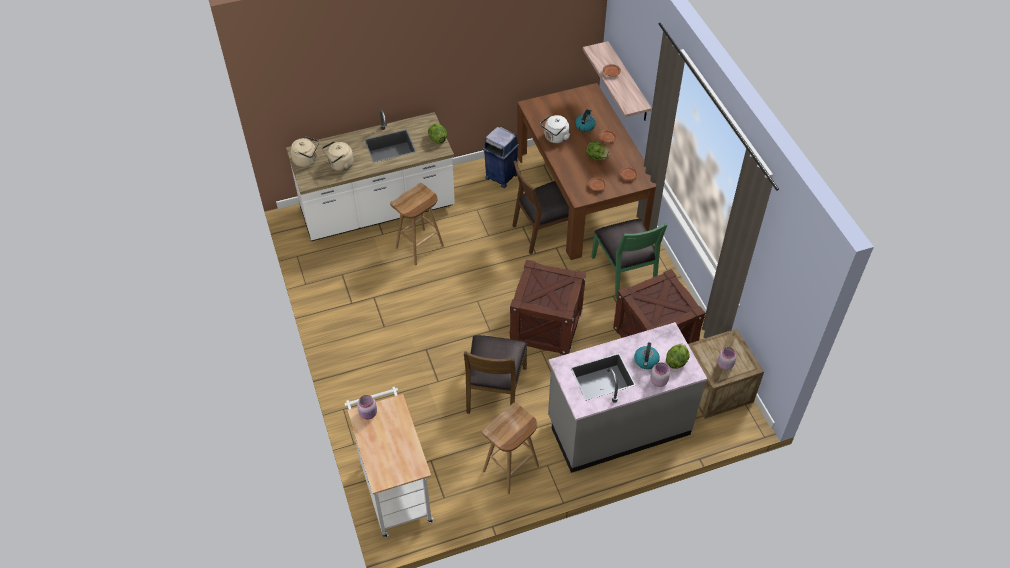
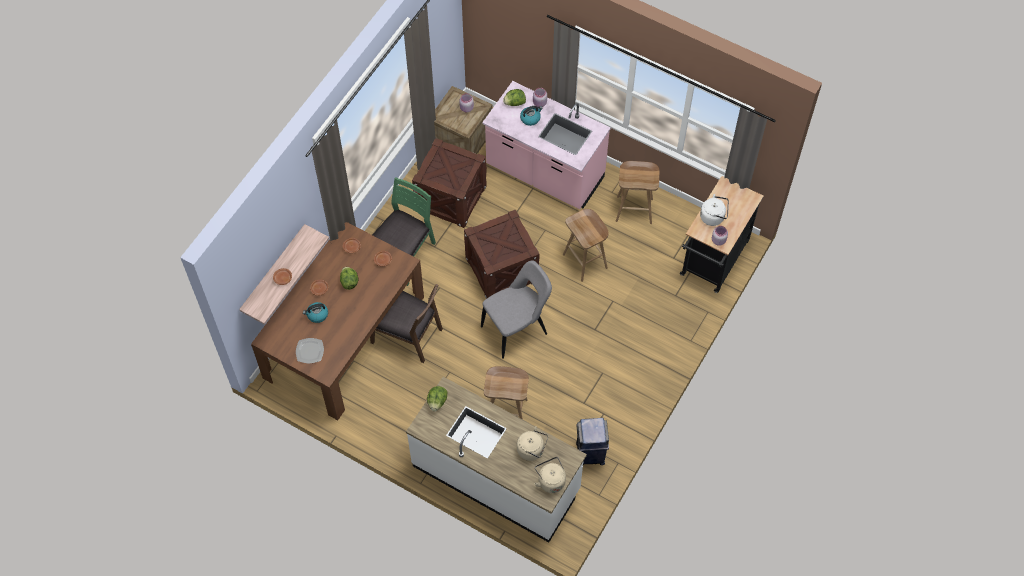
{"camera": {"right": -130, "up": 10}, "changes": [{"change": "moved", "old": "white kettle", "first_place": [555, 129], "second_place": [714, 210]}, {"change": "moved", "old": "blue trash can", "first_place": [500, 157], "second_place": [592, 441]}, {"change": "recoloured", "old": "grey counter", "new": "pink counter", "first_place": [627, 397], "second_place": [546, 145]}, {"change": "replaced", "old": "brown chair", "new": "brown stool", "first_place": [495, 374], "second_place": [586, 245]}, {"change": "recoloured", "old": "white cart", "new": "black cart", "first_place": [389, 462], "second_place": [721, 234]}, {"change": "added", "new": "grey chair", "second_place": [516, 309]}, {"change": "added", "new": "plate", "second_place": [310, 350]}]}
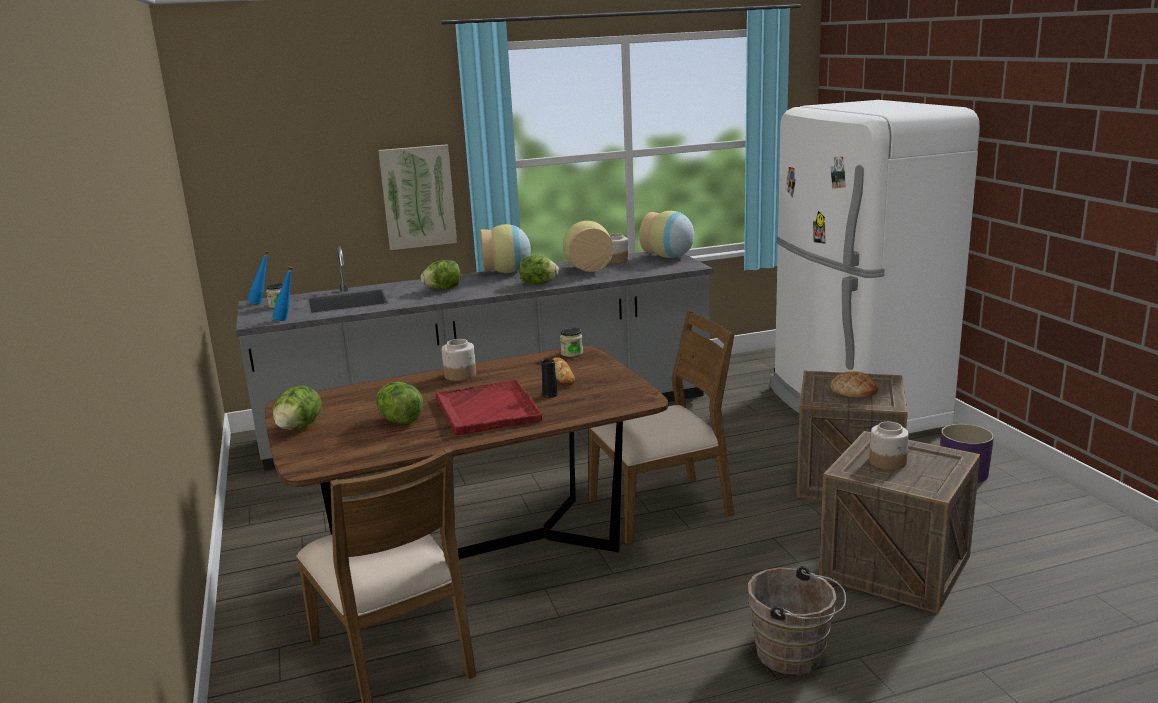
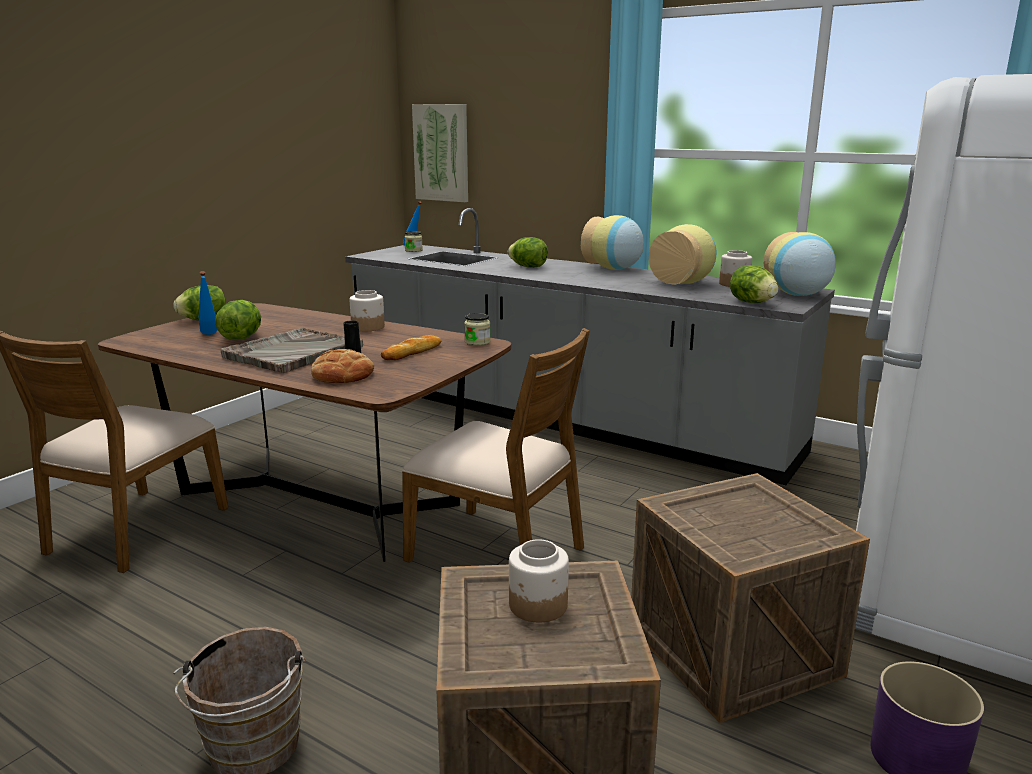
{"camera": {"right": 50, "up": 0}, "changes": [{"change": "moved", "old": "picture", "first_place": [417, 197], "second_place": [440, 153]}, {"change": "moved", "old": "lettuce", "first_place": [539, 269], "second_place": [754, 284]}, {"change": "moved", "old": "blue bottle", "first_place": [283, 293], "second_place": [208, 303]}, {"change": "moved", "old": "bread", "first_place": [854, 384], "second_place": [342, 366]}, {"change": "recoloured", "old": "red tray", "new": "grey tray", "first_place": [489, 407], "second_place": [292, 350]}]}
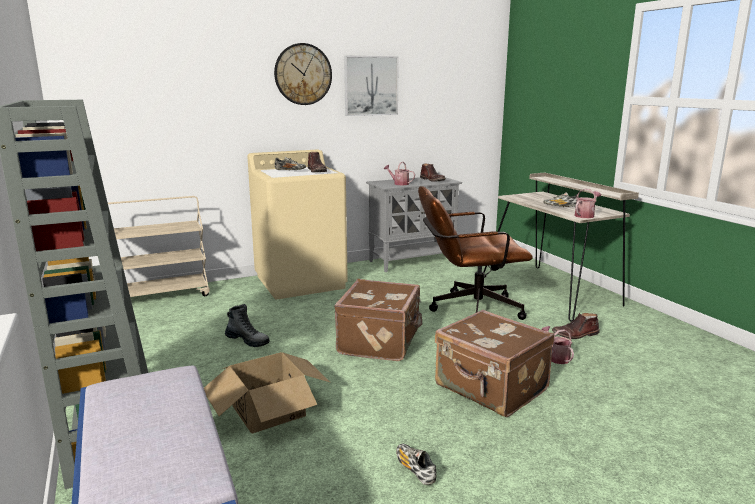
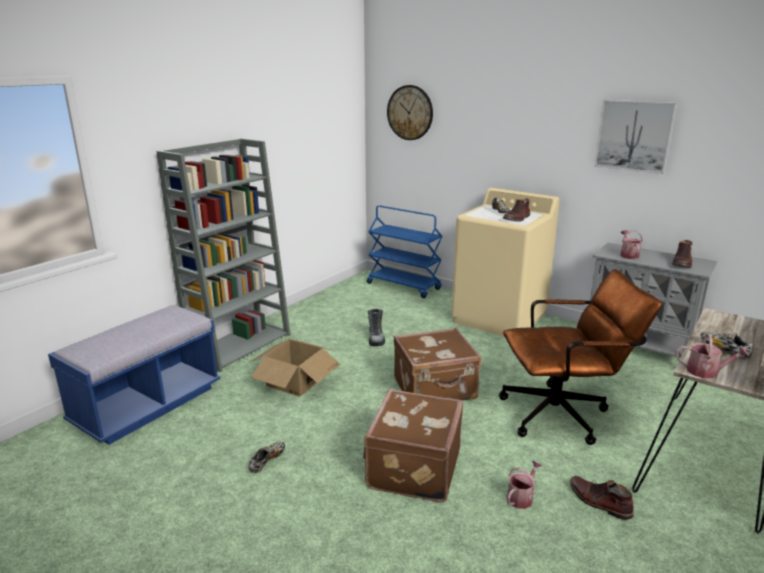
{"camera": {"right": 60, "up": 5}, "changes": [{"change": "moved", "old": "wall clock", "first_place": [303, 74], "second_place": [410, 112]}, {"change": "turned", "old": "brown office chair", "first_place": [475, 253], "second_place": [580, 357], "degrees": 120}, {"change": "recoloured", "old": "beige cart", "new": "blue cart", "first_place": [159, 246], "second_place": [405, 251]}]}
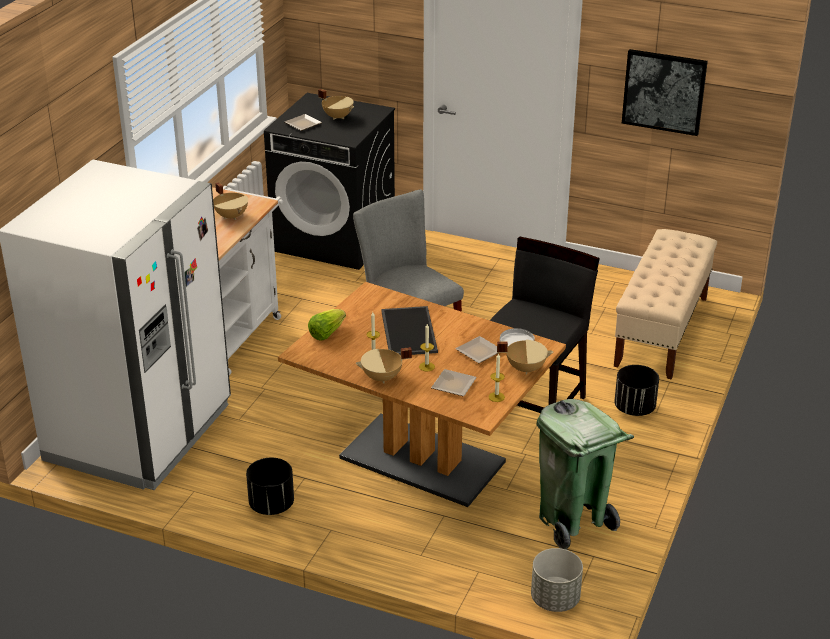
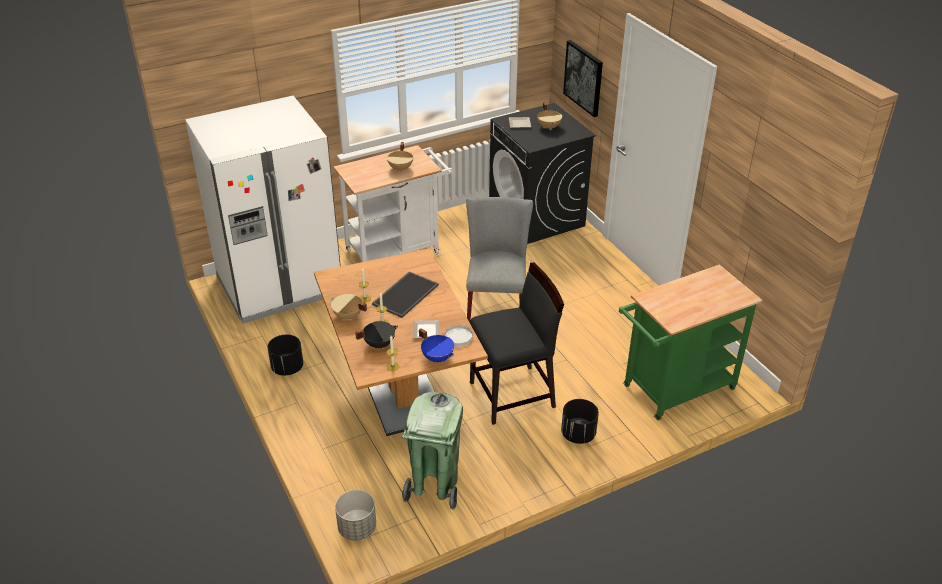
{"camera": {"right": 40, "up": 5}, "changes": [{"change": "moved", "old": "picture", "first_place": [665, 92], "second_place": [583, 78]}, {"change": "replaced", "old": "beige bench", "new": "green cart", "first_place": [665, 304], "second_place": [690, 342]}, {"change": "removed", "old": "lettuce", "first_place": [327, 324]}, {"change": "recoloured", "old": "beige cooking pot", "new": "blue cooking pot", "first_place": [525, 357], "second_place": [436, 345]}, {"change": "replaced", "old": "plate", "new": "black cooking pot", "first_place": [454, 382], "second_place": [376, 335]}]}
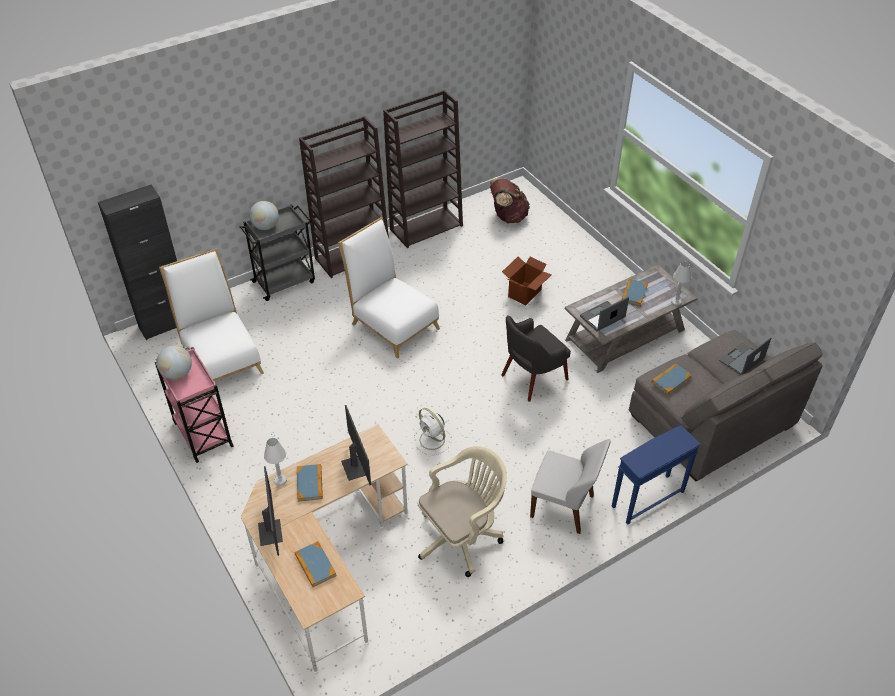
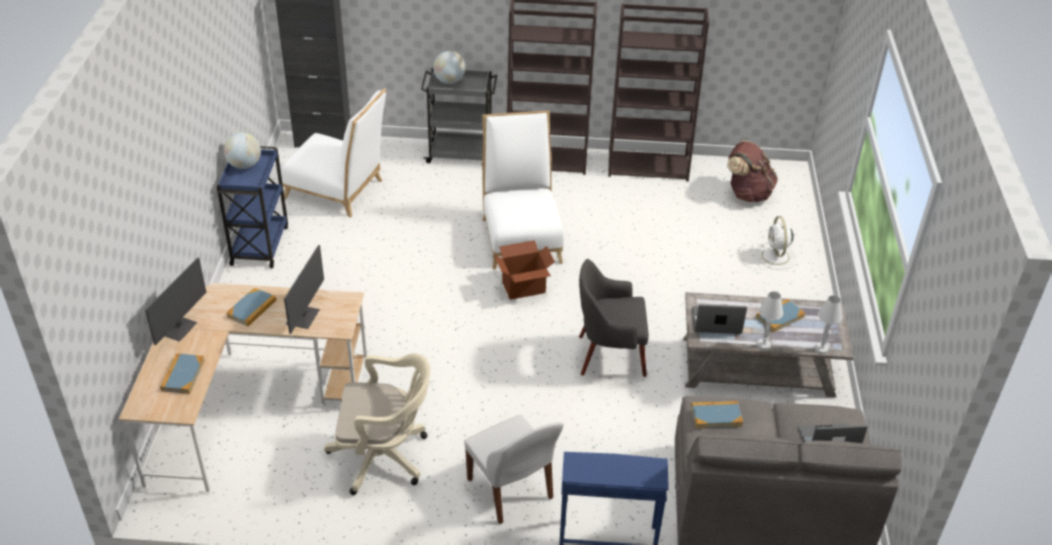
{"camera": {"right": 35, "up": -5}, "changes": [{"change": "turned", "old": "white chair", "first_place": [211, 314], "second_place": [333, 153], "degrees": 105}, {"change": "moved", "old": "cardboard box", "first_place": [527, 281], "second_place": [524, 270]}, {"change": "recoloured", "old": "pink cart", "new": "blue cart", "first_place": [194, 404], "second_place": [252, 207]}, {"change": "moved", "old": "white fan", "first_place": [433, 431], "second_place": [776, 242]}, {"change": "moved", "old": "white table lamp", "first_place": [275, 462], "second_place": [770, 320]}]}
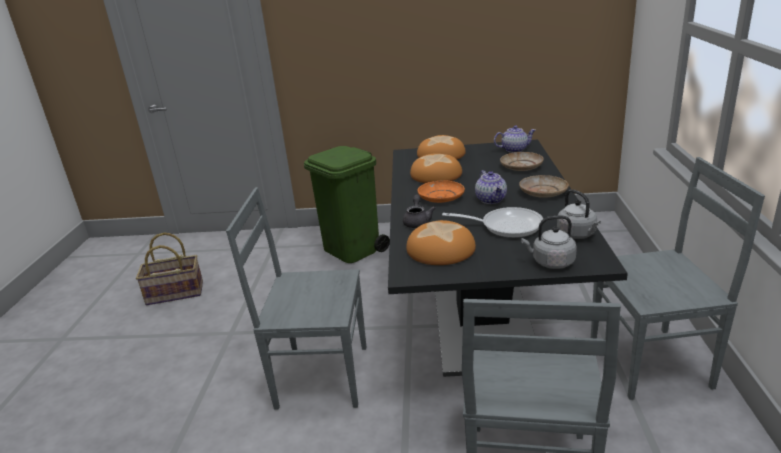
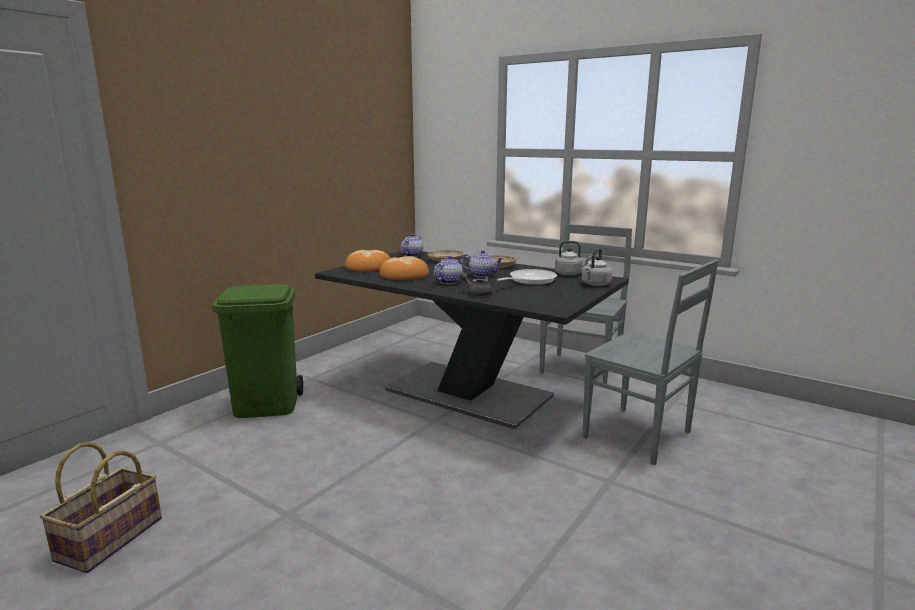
{"camera": {"right": -60, "up": -10}, "changes": [{"change": "replaced", "old": "orange plate", "new": "teapot", "first_place": [441, 191], "second_place": [449, 270]}, {"change": "removed", "old": "grey chair", "first_place": [296, 298]}, {"change": "removed", "old": "bread", "first_place": [441, 242]}]}
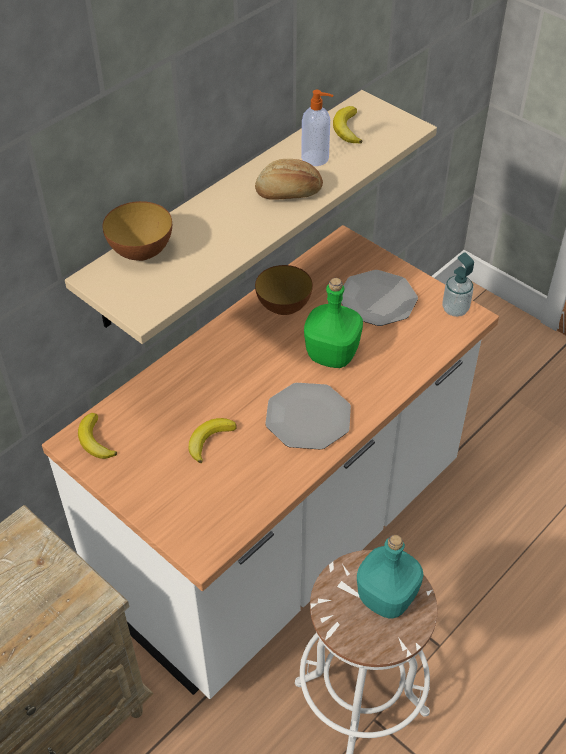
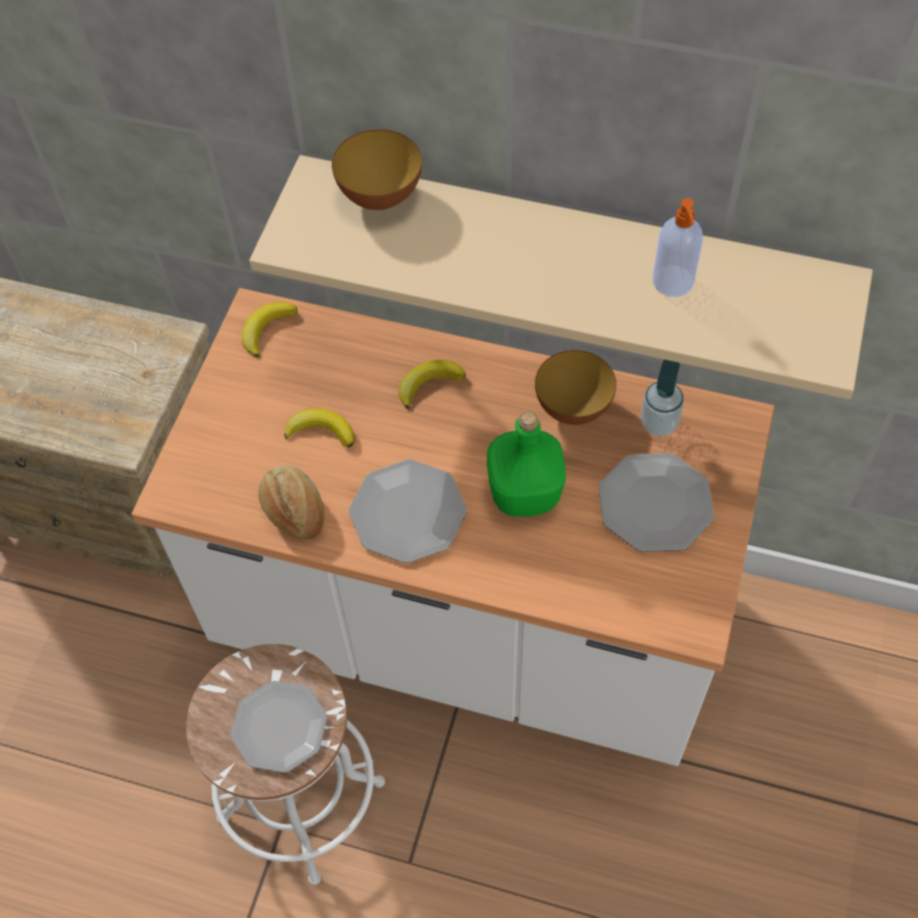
{"camera": {"right": 65, "up": 10}, "changes": [{"change": "moved", "old": "banana", "first_place": [347, 125], "second_place": [432, 384]}, {"change": "moved", "old": "bread", "first_place": [289, 179], "second_place": [291, 502]}, {"change": "moved", "old": "soap dispenser", "first_place": [458, 284], "second_place": [662, 398]}, {"change": "replaced", "old": "turquoise bottle", "new": "plate", "first_place": [390, 577], "second_place": [279, 727]}]}
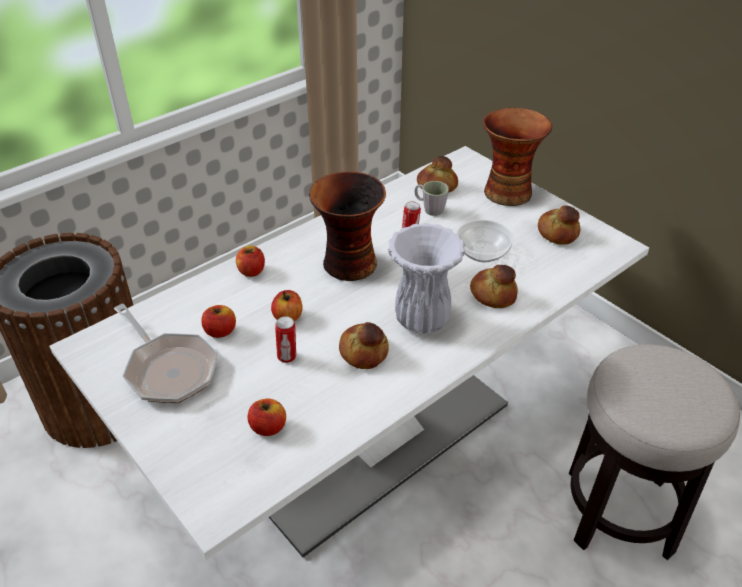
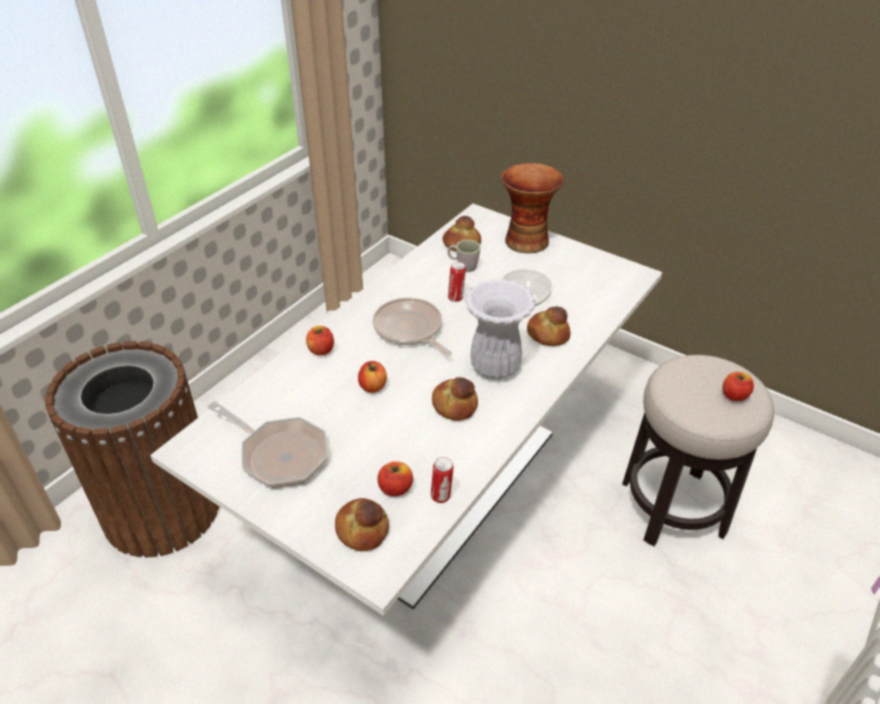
{"camera": {"right": -15, "up": 0}, "changes": [{"change": "replaced", "old": "vase", "new": "frying pan", "first_place": [347, 226], "second_place": [412, 327]}, {"change": "moved", "old": "bread", "first_place": [559, 225], "second_place": [362, 524]}, {"change": "moved", "old": "apple", "first_place": [218, 321], "second_place": [738, 386]}, {"change": "moved", "old": "can", "first_place": [285, 339], "second_place": [442, 480]}]}
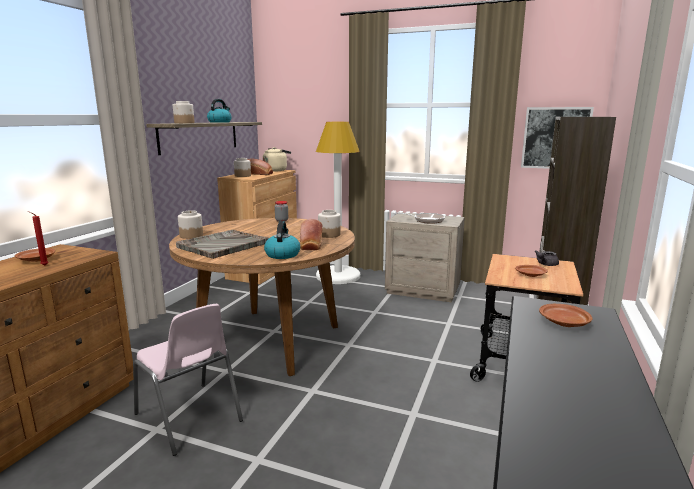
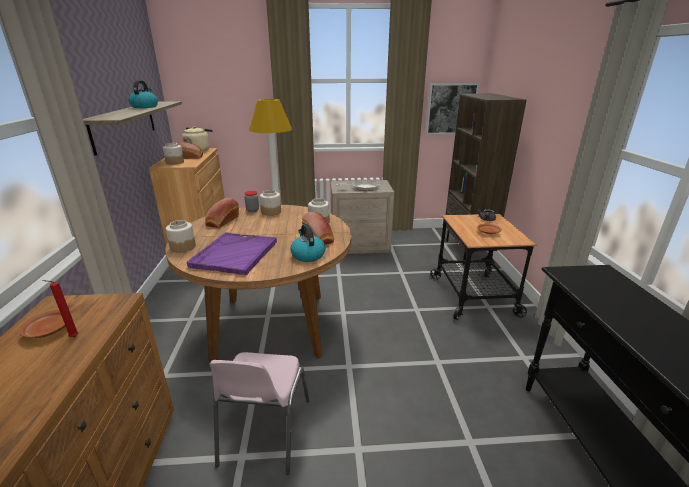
{"camera": {"right": -25, "up": 10}, "changes": [{"change": "moved", "old": "jar", "first_place": [184, 112], "second_place": [270, 203]}, {"change": "recoloured", "old": "grey tray", "new": "purple tray", "first_place": [222, 244], "second_place": [232, 253]}, {"change": "turned", "old": "pink chair", "first_place": [188, 380], "second_place": [259, 413], "degrees": 75}, {"change": "removed", "old": "brown plate", "first_place": [566, 315]}, {"change": "added", "new": "bread", "second_place": [222, 213]}]}
